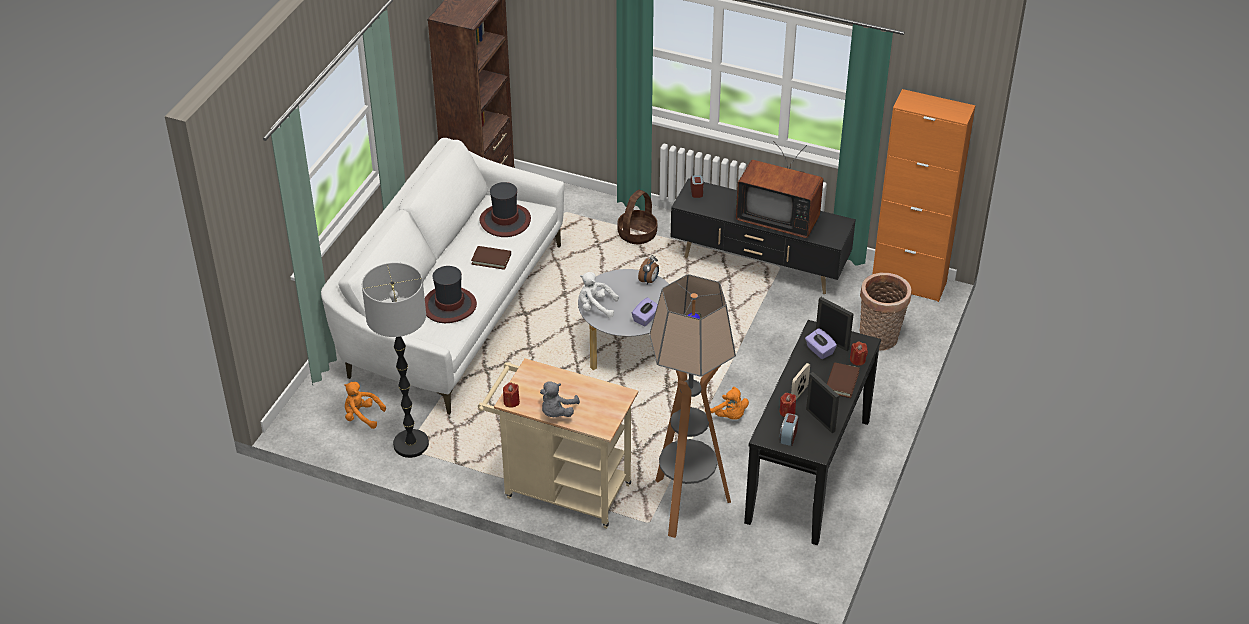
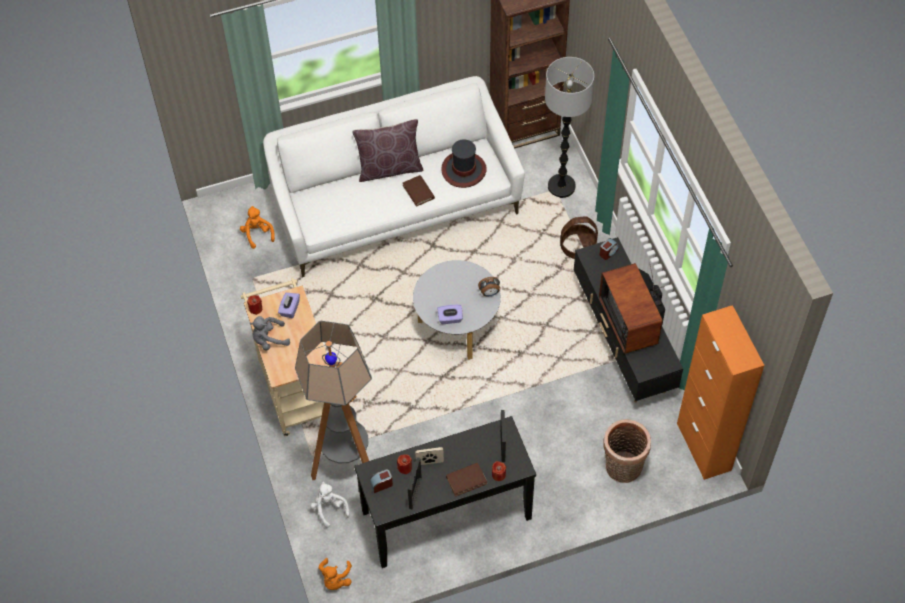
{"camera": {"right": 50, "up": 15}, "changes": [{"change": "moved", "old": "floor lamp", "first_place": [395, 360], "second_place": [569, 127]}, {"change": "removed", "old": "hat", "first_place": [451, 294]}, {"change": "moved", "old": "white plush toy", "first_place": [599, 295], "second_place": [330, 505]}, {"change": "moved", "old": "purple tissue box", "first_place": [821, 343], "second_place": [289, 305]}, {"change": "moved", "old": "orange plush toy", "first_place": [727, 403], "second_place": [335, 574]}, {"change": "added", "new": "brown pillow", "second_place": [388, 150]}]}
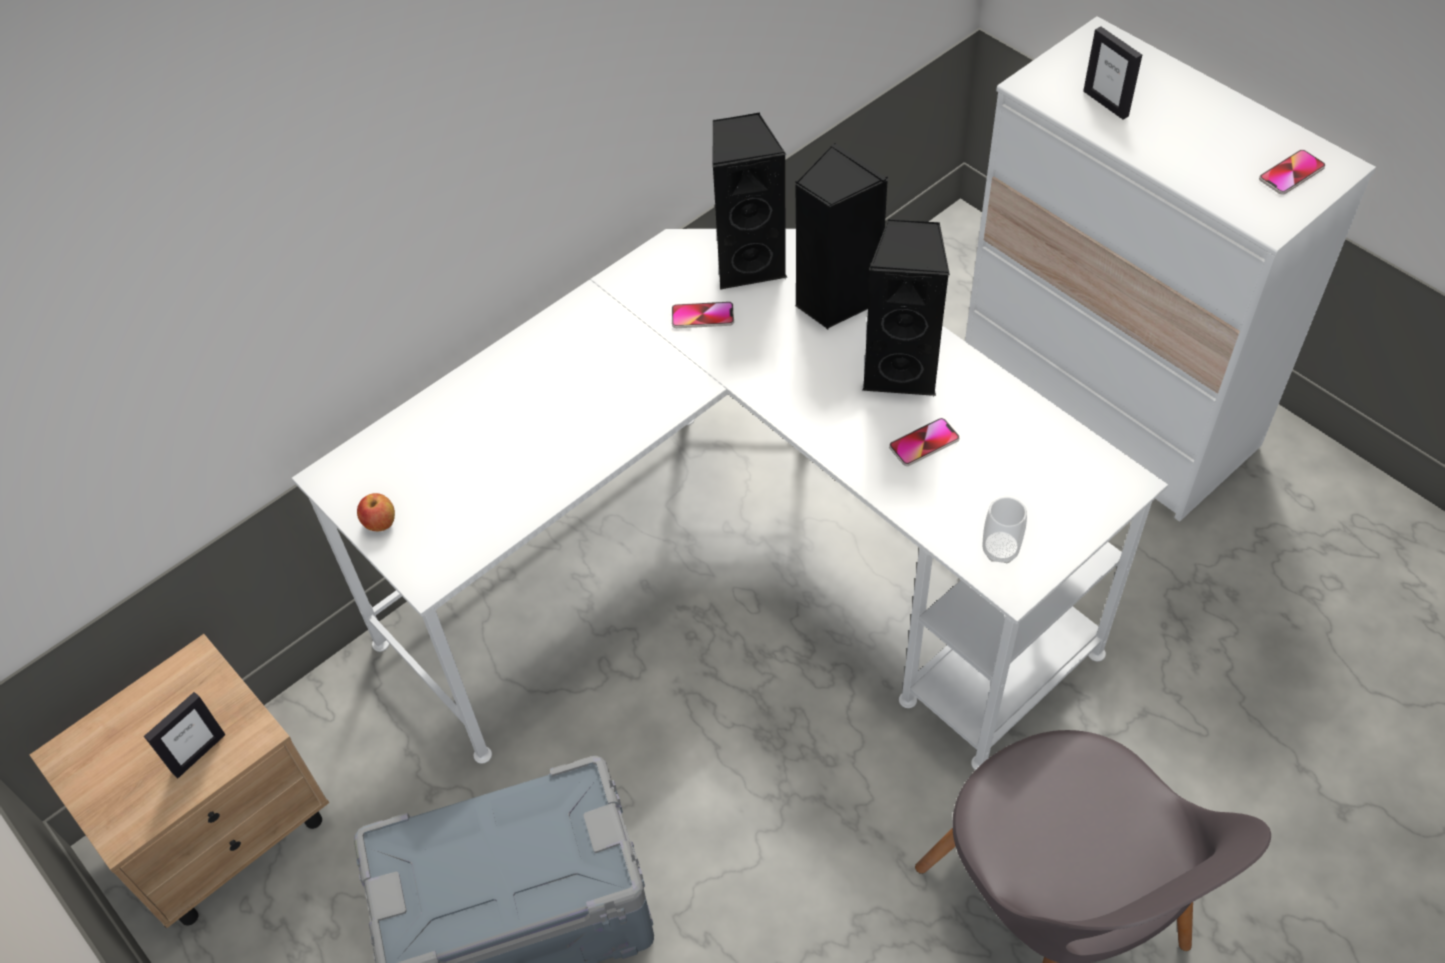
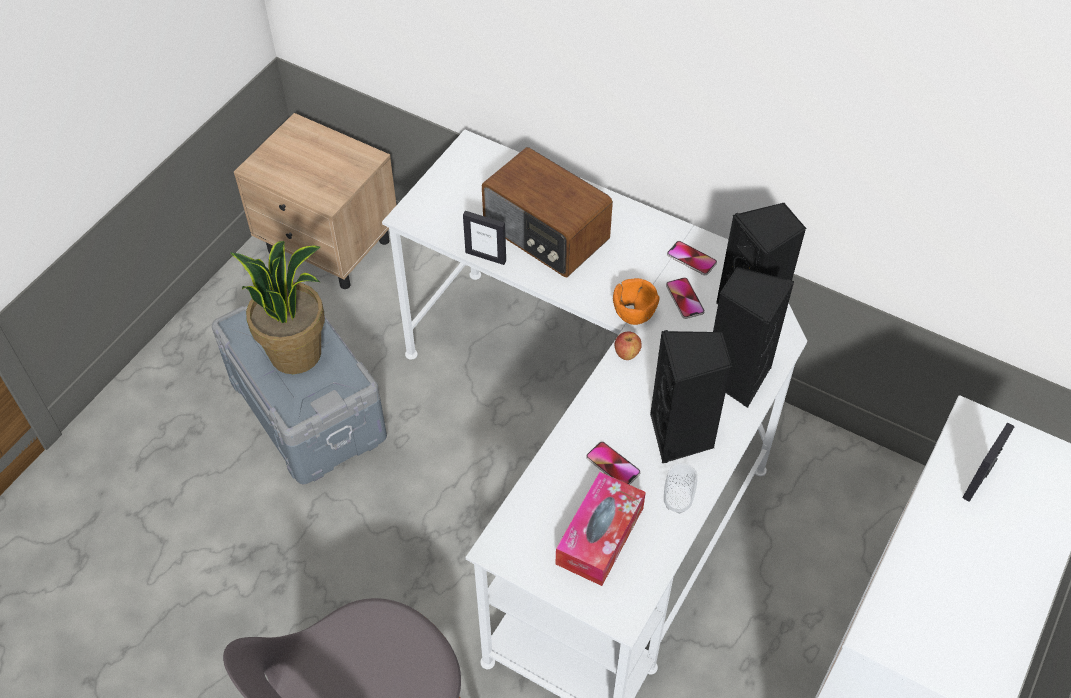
{"camera": {"right": 70, "up": 0}, "changes": [{"change": "moved", "old": "phone", "first_place": [1292, 172], "second_place": [692, 258]}, {"change": "moved", "old": "apple", "first_place": [376, 512], "second_place": [628, 345]}, {"change": "moved", "old": "cup", "first_place": [1005, 530], "second_place": [680, 488]}, {"change": "moved", "old": "picture frame", "first_place": [184, 735], "second_place": [484, 238]}, {"change": "added", "new": "radio", "second_place": [547, 212]}, {"change": "added", "new": "potted plant", "second_place": [277, 307]}, {"change": "added", "new": "orange bowl", "second_place": [636, 301]}, {"change": "added", "new": "tissue box", "second_place": [601, 529]}]}
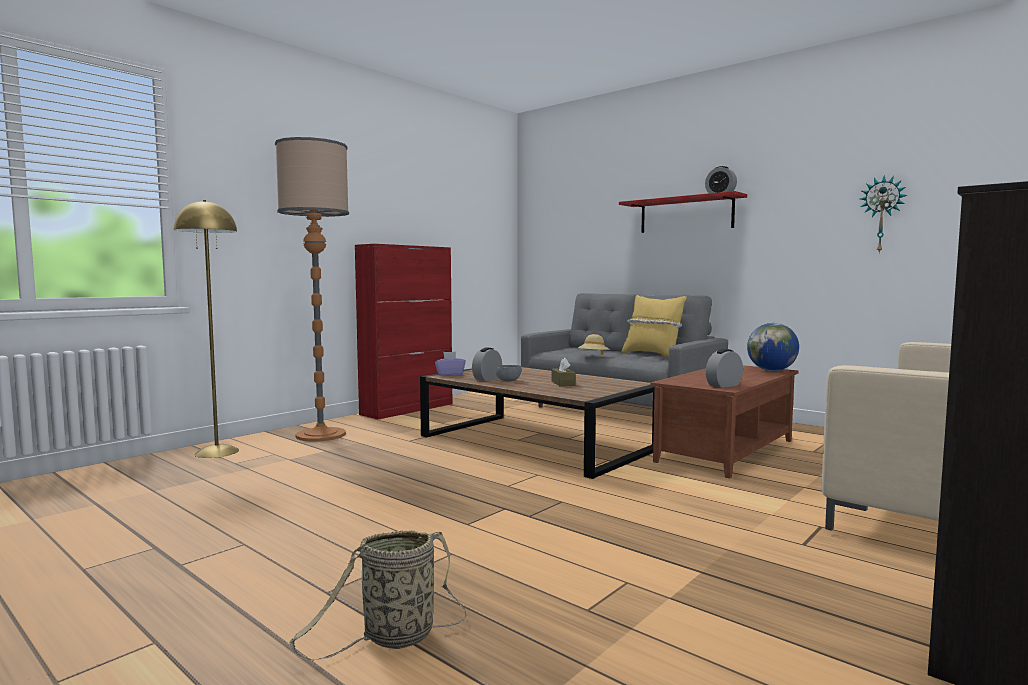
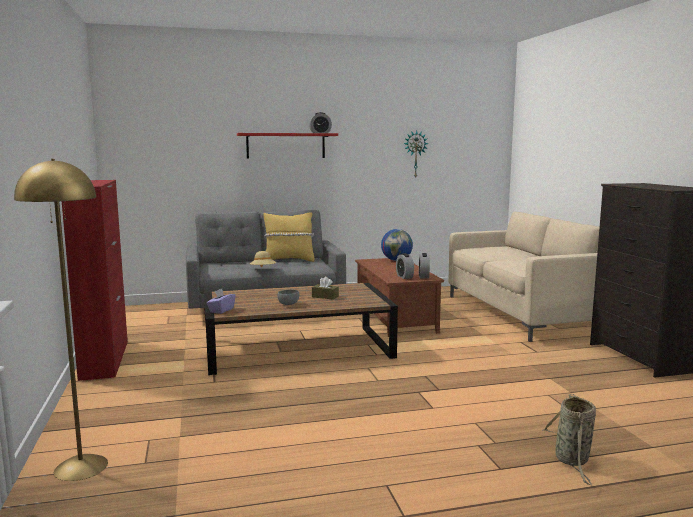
{"camera": {"right": -55, "up": 5}, "changes": [{"change": "removed", "old": "floor lamp", "first_place": [312, 289]}, {"change": "moved", "old": "alarm clock", "first_place": [487, 364], "second_place": [405, 266]}]}
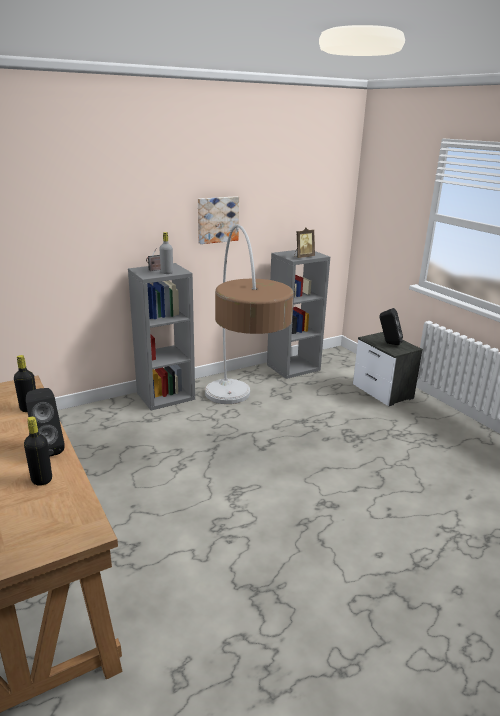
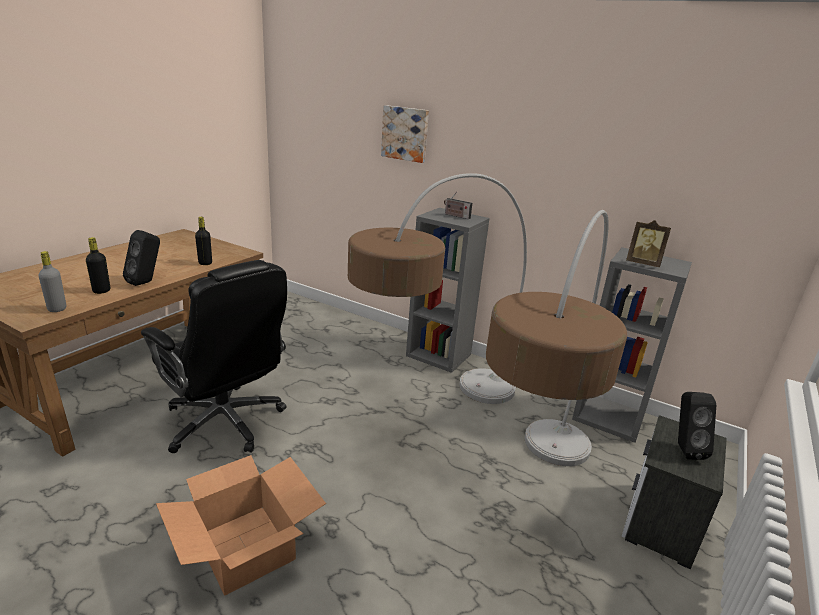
{"camera": {"right": 60, "up": 0}, "changes": [{"change": "moved", "old": "picture", "first_place": [218, 220], "second_place": [405, 134]}, {"change": "moved", "old": "grey bottle", "first_place": [166, 253], "second_place": [52, 281]}, {"change": "added", "new": "floor lamp", "second_place": [556, 338]}, {"change": "added", "new": "black office chair", "second_place": [214, 356]}, {"change": "added", "new": "cardboard box", "second_place": [241, 525]}]}
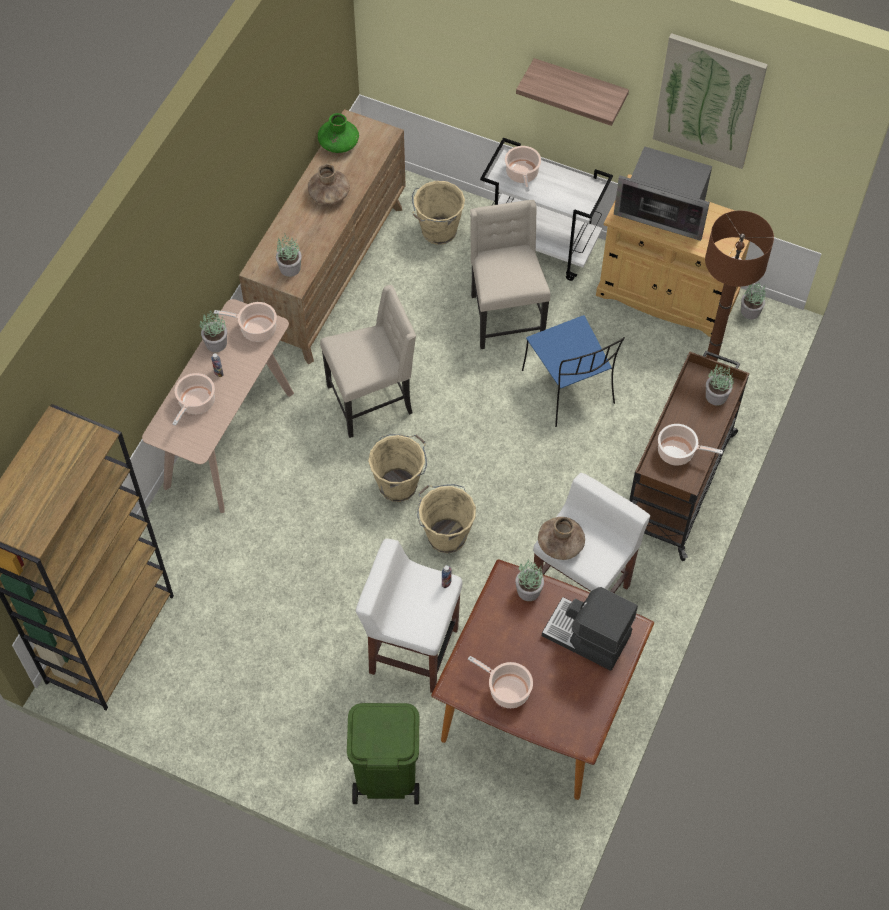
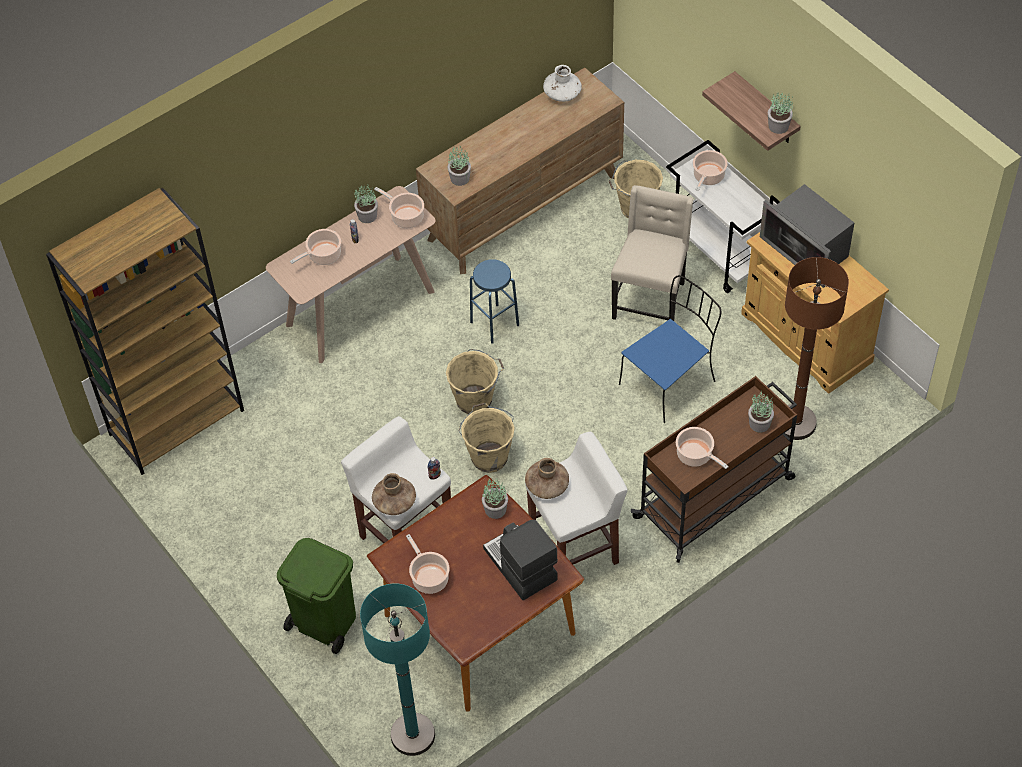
{"camera": {"right": 30, "up": -5}, "changes": [{"change": "removed", "old": "picture", "first_place": [710, 101]}, {"change": "recoloured", "old": "green vase", "new": "white vase", "first_place": [338, 133], "second_place": [562, 83]}, {"change": "moved", "old": "brown vase", "first_place": [329, 184], "second_place": [394, 494]}, {"change": "moved", "old": "potted plant", "first_place": [753, 301], "second_place": [780, 113]}, {"change": "replaced", "old": "beige chair", "new": "blue stool", "first_place": [368, 361], "second_place": [494, 301]}, {"change": "turned", "old": "blue chair", "first_place": [573, 371], "second_place": [670, 349], "degrees": -135}, {"change": "added", "new": "turquoise floor lamp", "second_place": [397, 669]}]}
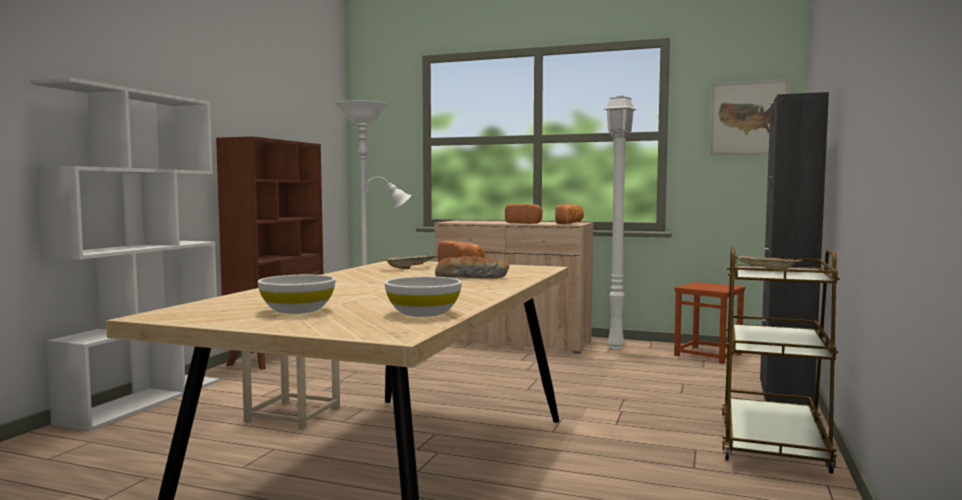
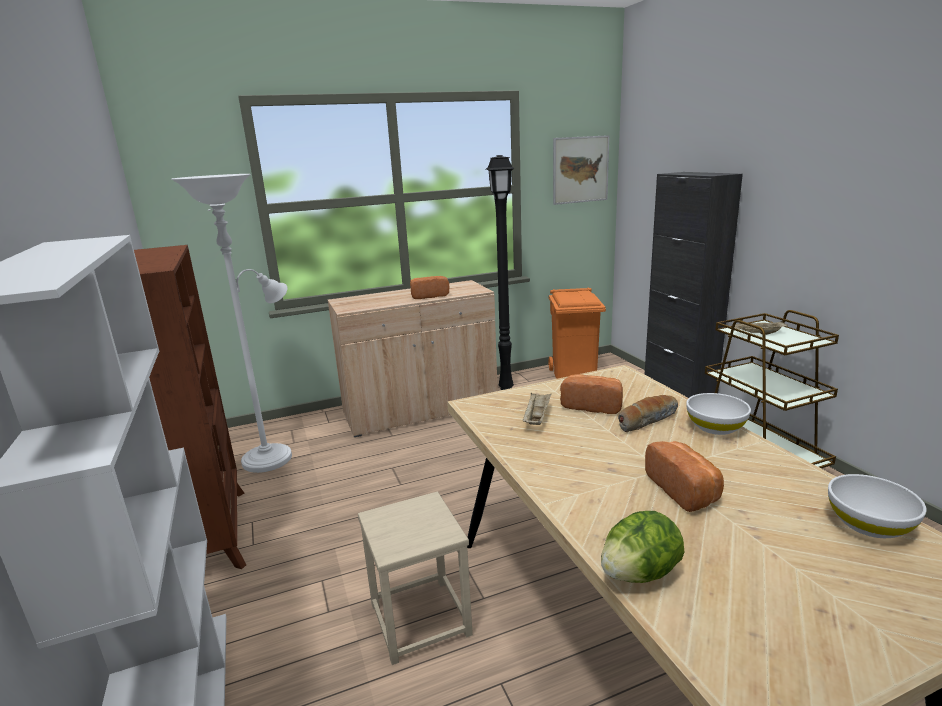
{"camera": {"right": -40, "up": 15}, "changes": [{"change": "recoloured", "old": "white floor lamp", "new": "black floor lamp", "first_place": [620, 222], "second_place": [500, 272]}, {"change": "moved", "old": "bread", "first_place": [569, 214], "second_place": [684, 476]}, {"change": "moved", "old": "white bowl", "first_place": [297, 294], "second_place": [718, 414]}, {"change": "replaced", "old": "brown stool", "new": "orange trash can", "first_place": [709, 323], "second_place": [577, 333]}, {"change": "added", "new": "lettuce", "second_place": [642, 547]}]}
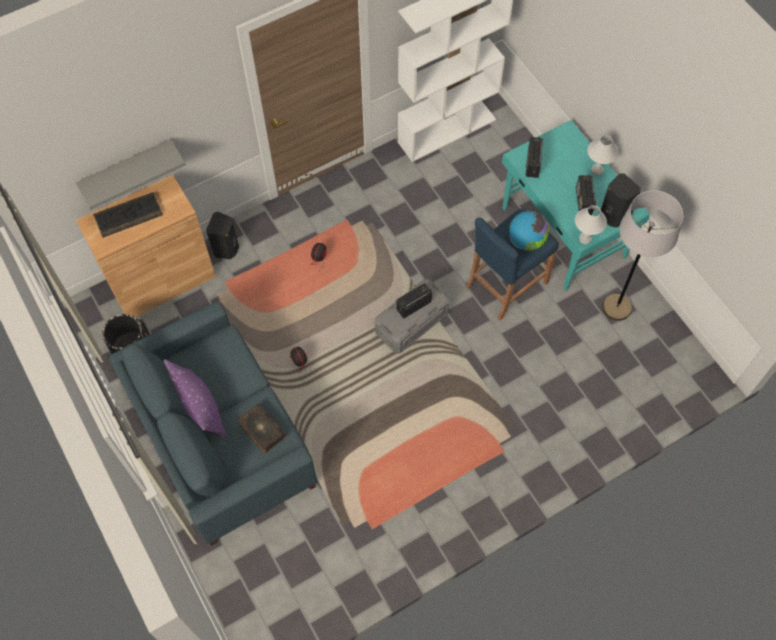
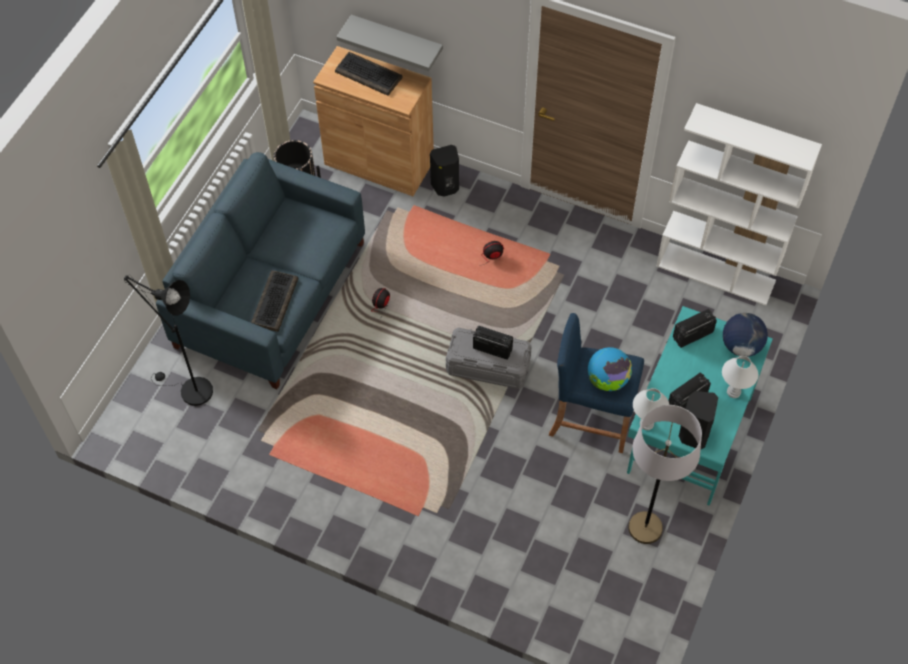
{"camera": {"right": 55, "up": -5}, "changes": [{"change": "removed", "old": "purple pillow", "first_place": [195, 398]}, {"change": "replaced", "old": "book", "new": "keyboard", "first_place": [262, 428], "second_place": [275, 301]}, {"change": "added", "new": "black floor lamp", "second_place": [168, 340]}, {"change": "added", "new": "globe", "second_place": [745, 335]}]}
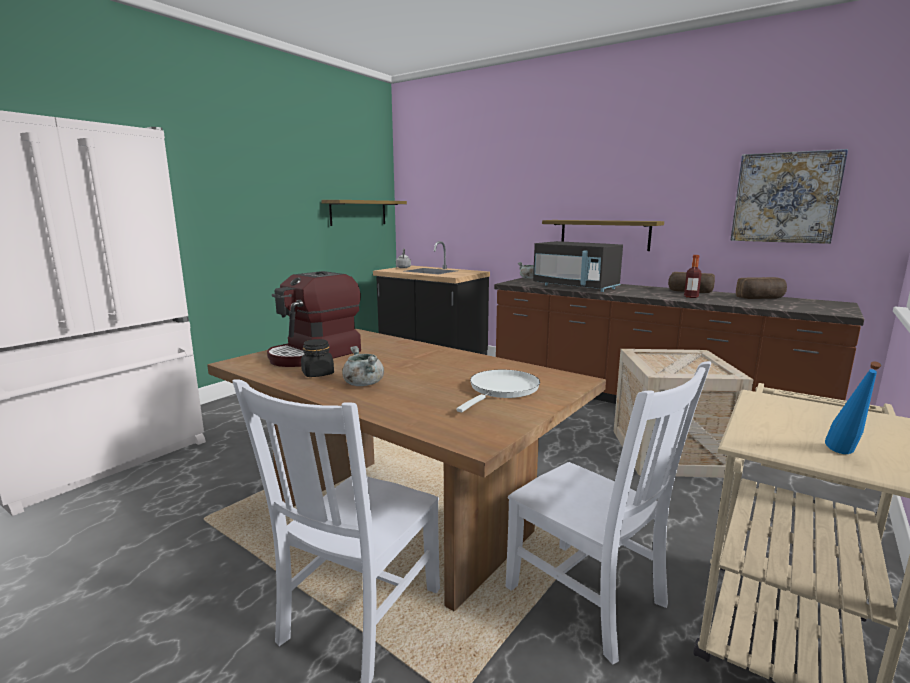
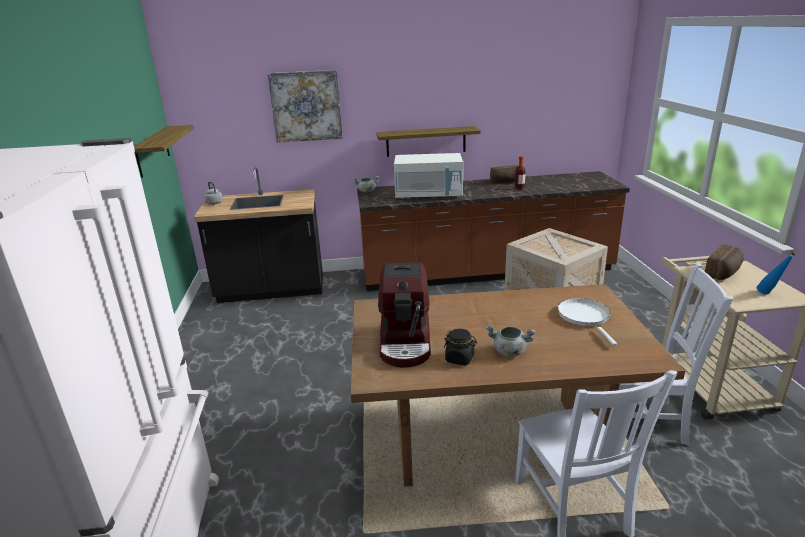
{"camera": {"right": -40, "up": 10}, "changes": [{"change": "moved", "old": "picture", "first_place": [789, 196], "second_place": [305, 106]}, {"change": "recoloured", "old": "black microwave", "new": "white microwave", "first_place": [578, 266], "second_place": [428, 176]}, {"change": "moved", "old": "bread", "first_place": [761, 288], "second_place": [724, 262]}]}
